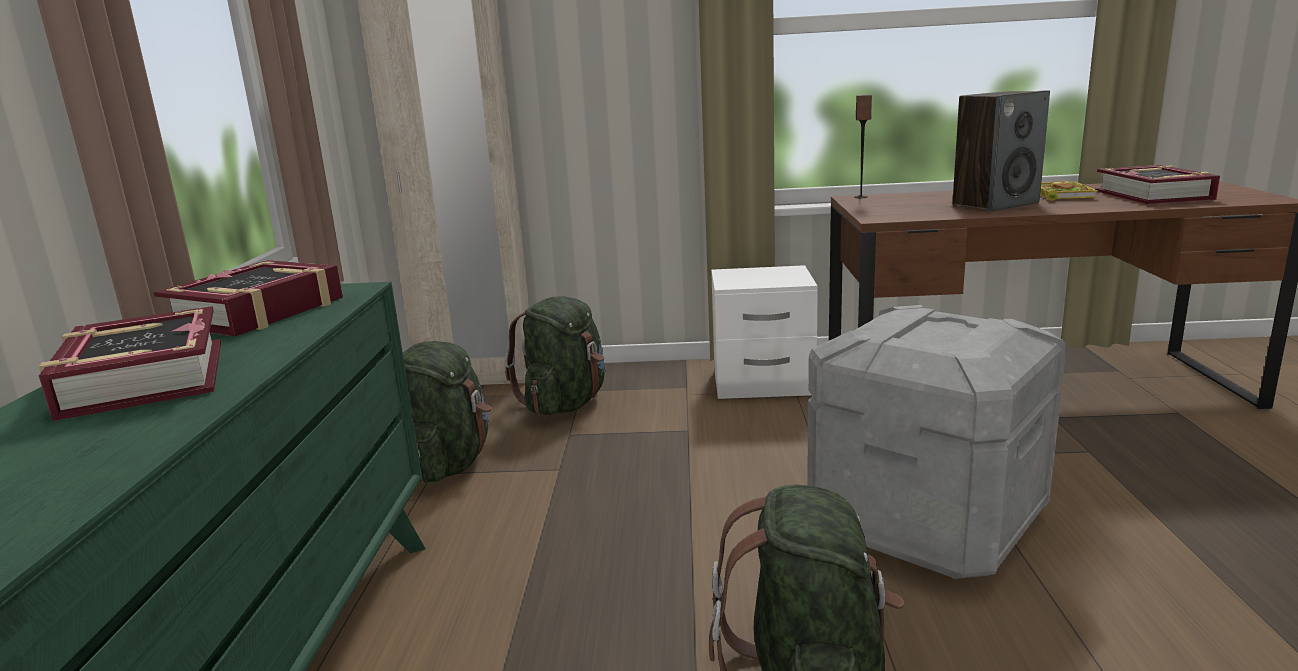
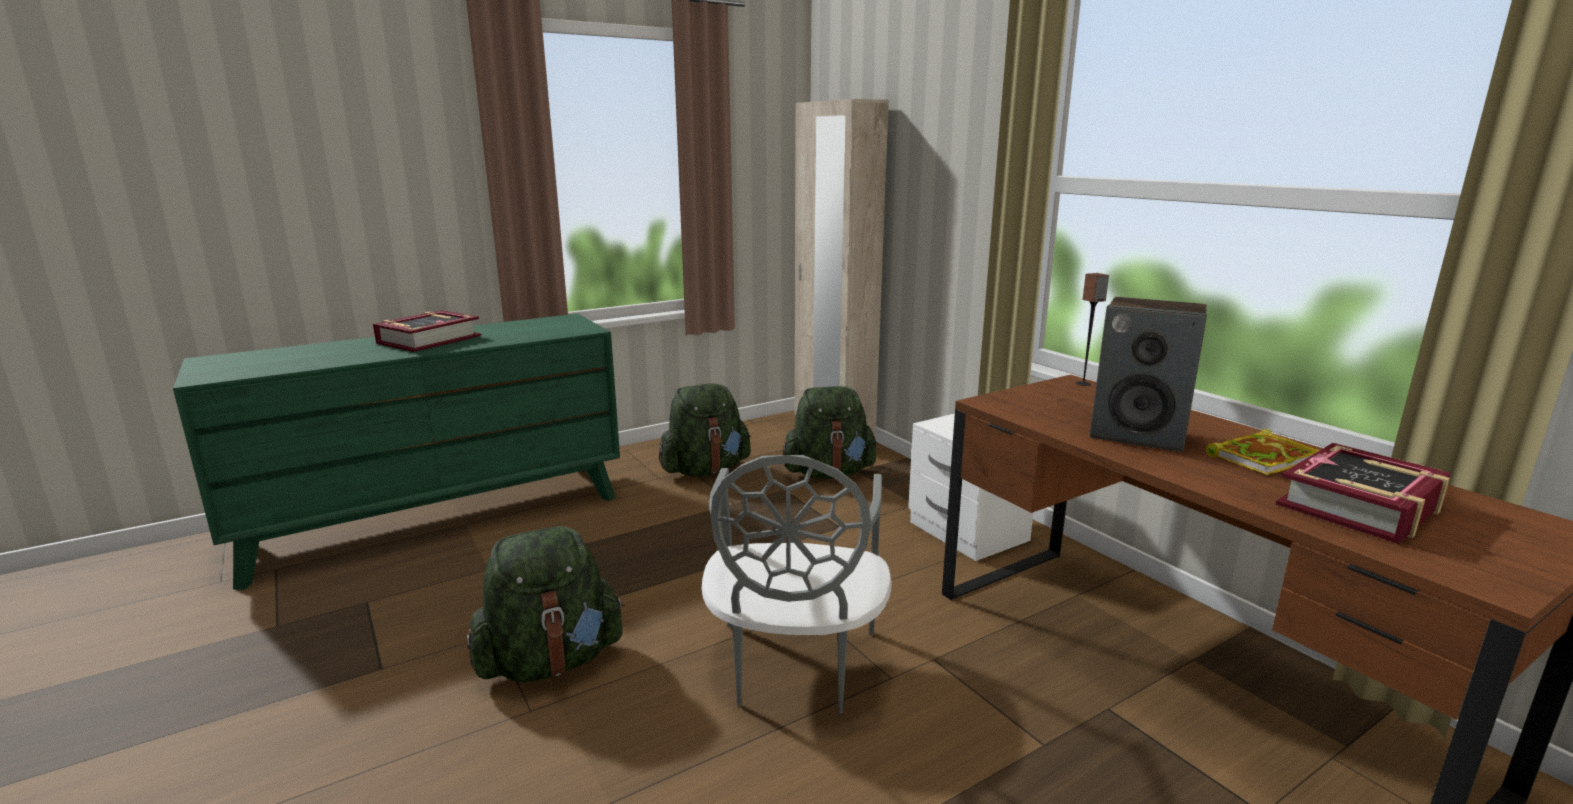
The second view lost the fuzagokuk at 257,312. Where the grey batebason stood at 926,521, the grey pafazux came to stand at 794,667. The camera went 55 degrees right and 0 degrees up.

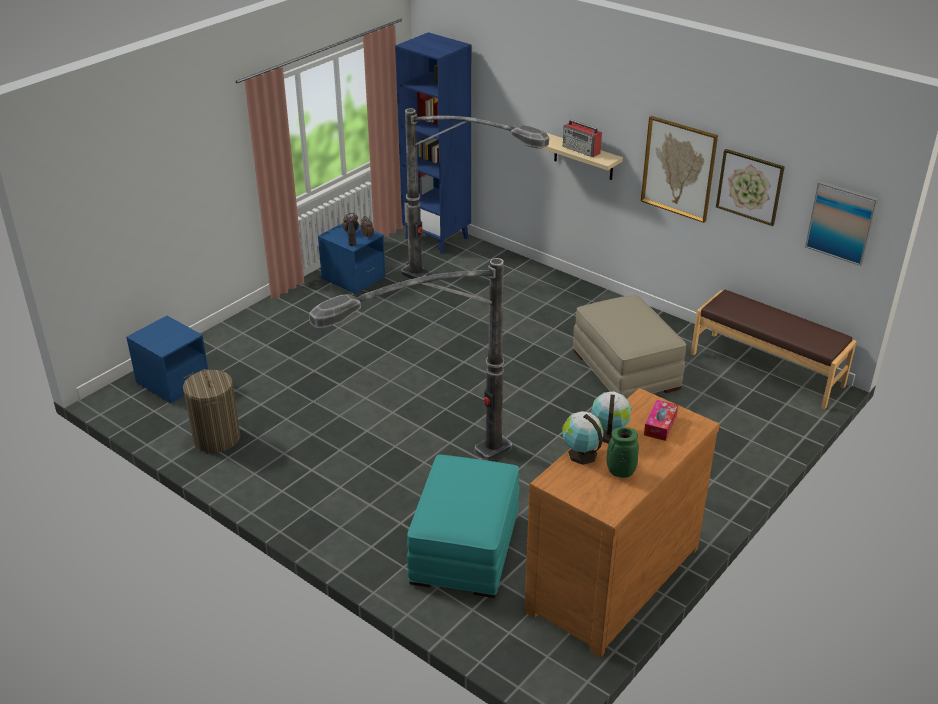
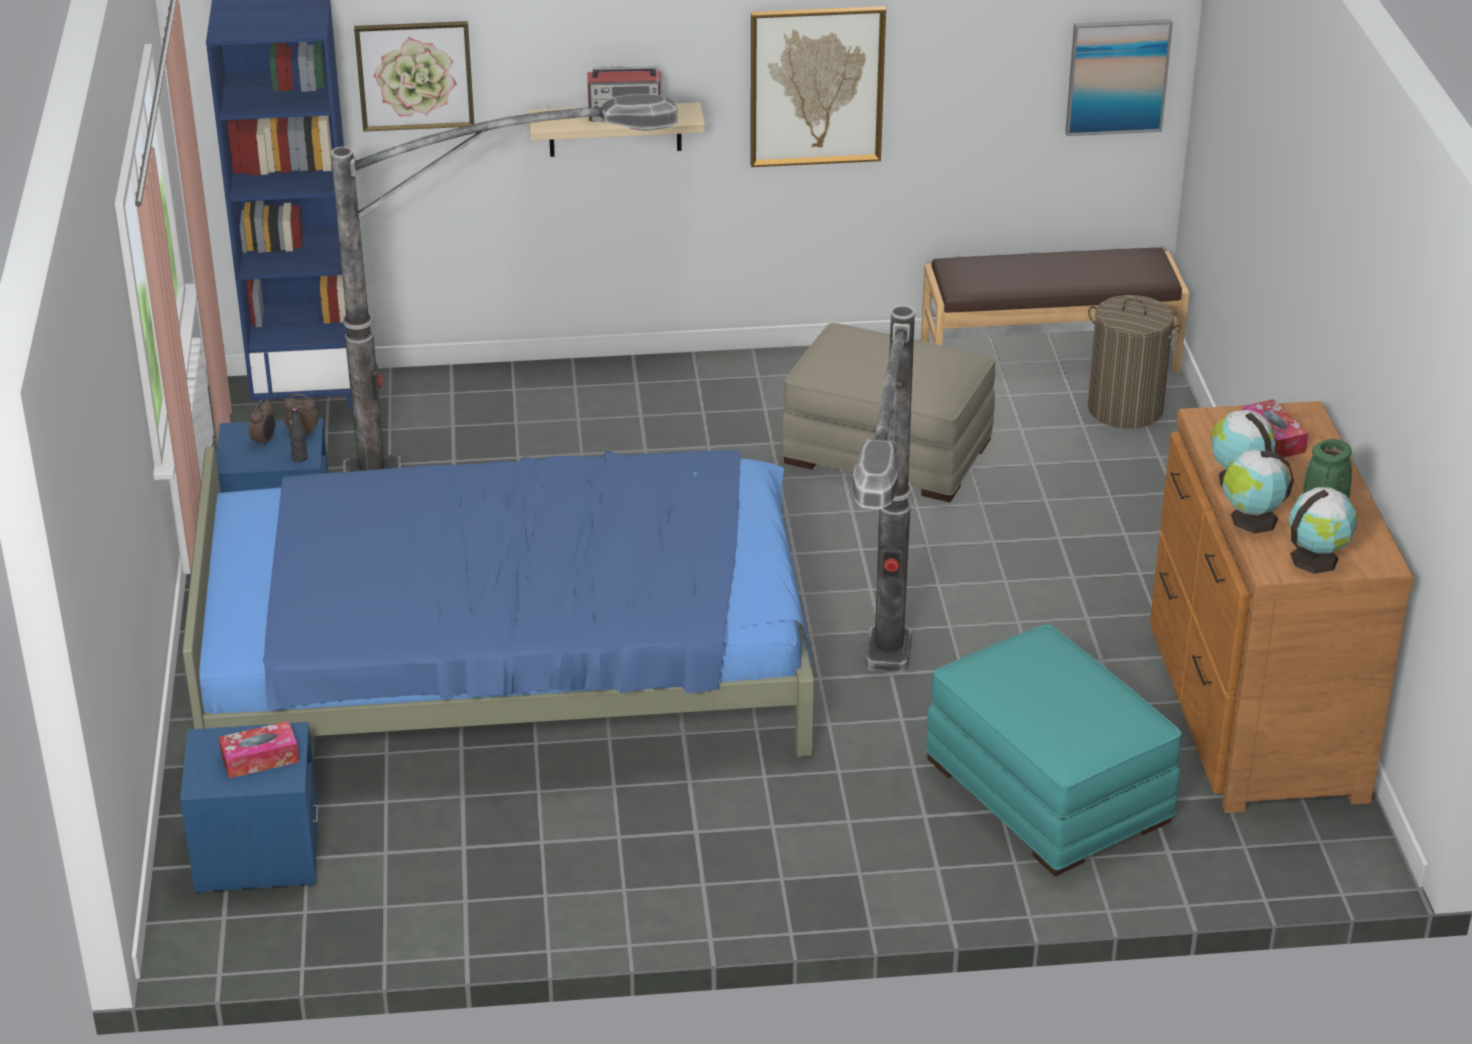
The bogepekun ended up elsewhere, having gone from 217,438 to 1125,409. The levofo ended up elsewhere, having gone from 750,186 to 415,75. The second view gained the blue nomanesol at 511,667. The second view gained the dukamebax at 260,758. The second view gained the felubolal at 1316,558. The camera went 45 degrees left and 0 degrees up.

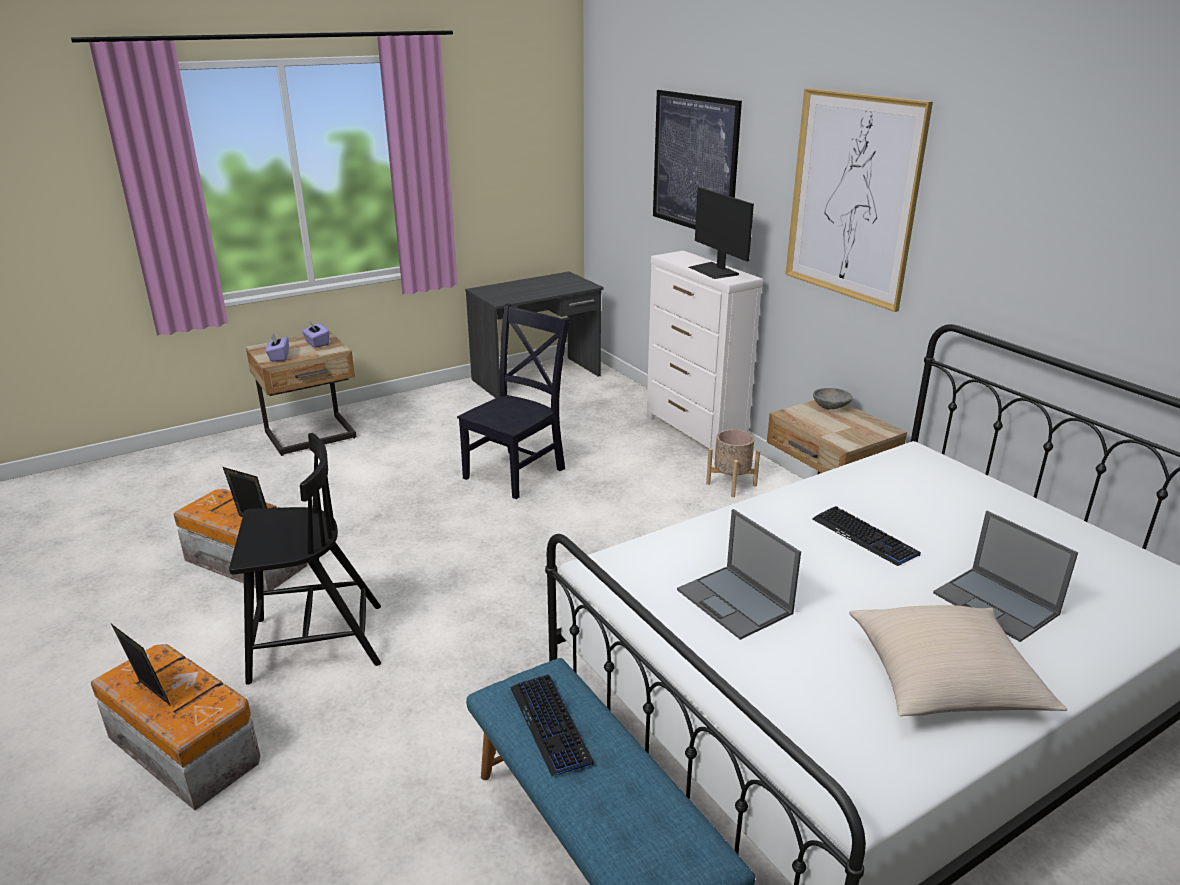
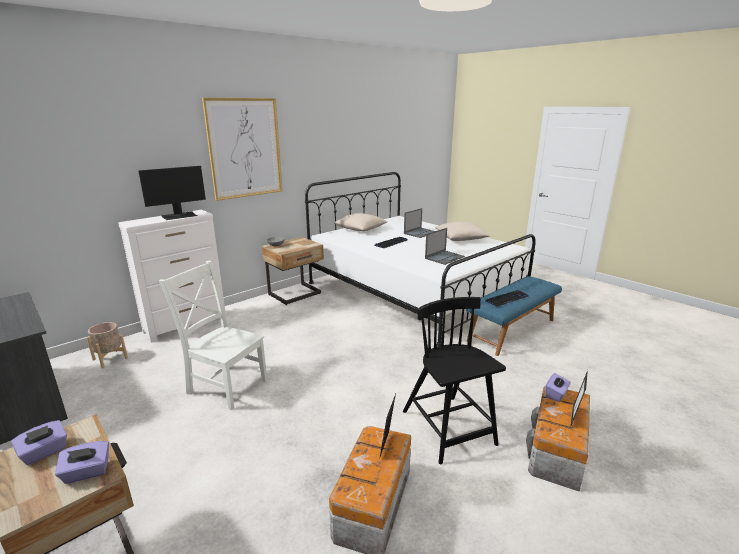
What was the black pafazux at 517,472 turned into the white pafazux at 225,385. The second view lost the levofo at 694,163. The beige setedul ended up elsewhere, having gone from 731,484 to 110,359. The second view gained the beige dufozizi at 360,229. The second view gained the purple dukamebax at 556,394. The camera went 100 degrees left and 5 degrees down.

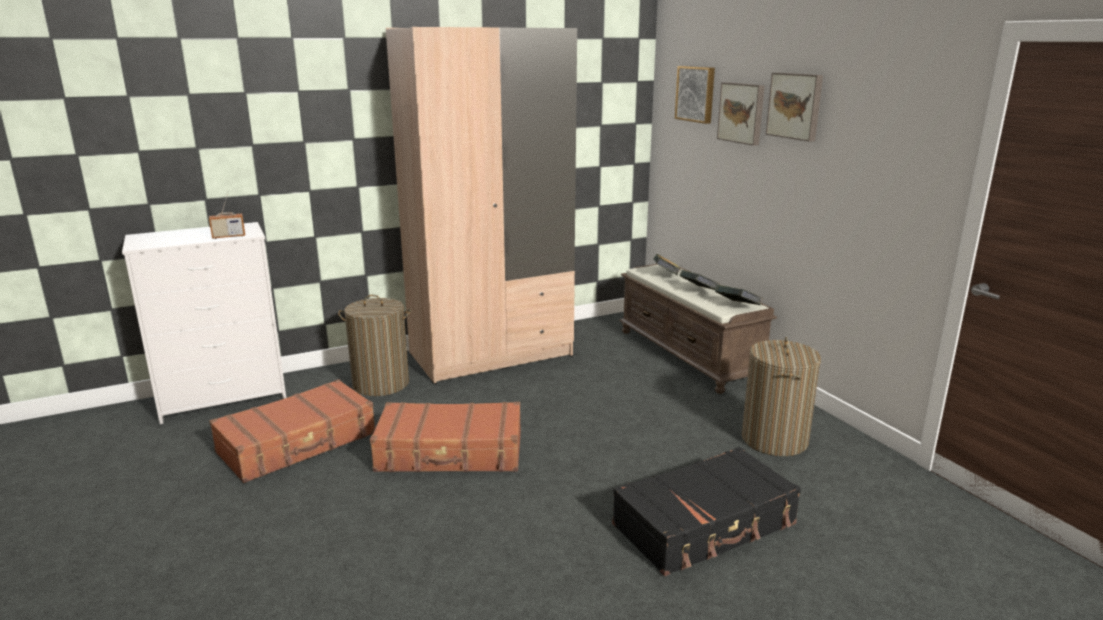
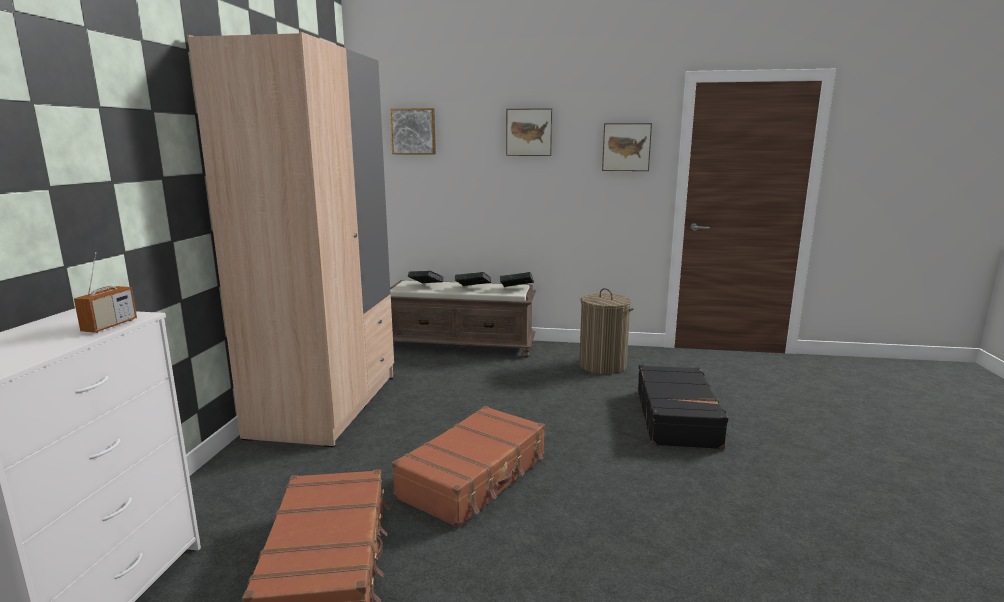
The second view lost the bogepekun at 381,384. The levofo ended up elsewhere, having gone from 742,113 to 626,147. The camera went 55 degrees left and 5 degrees down.

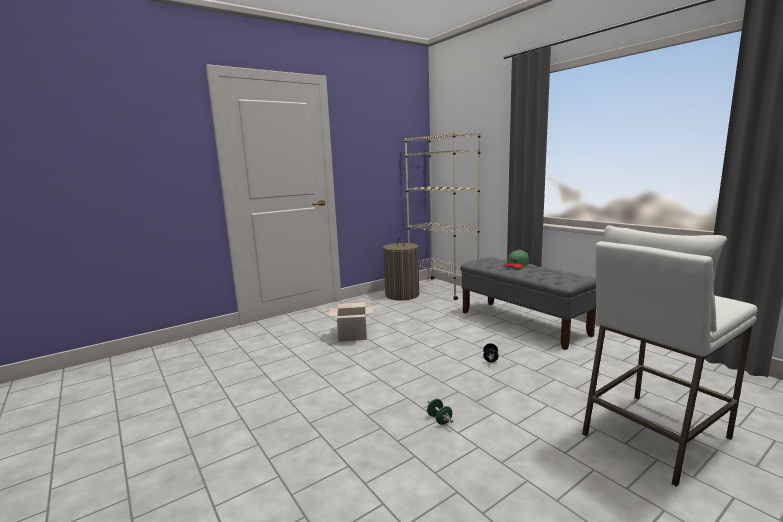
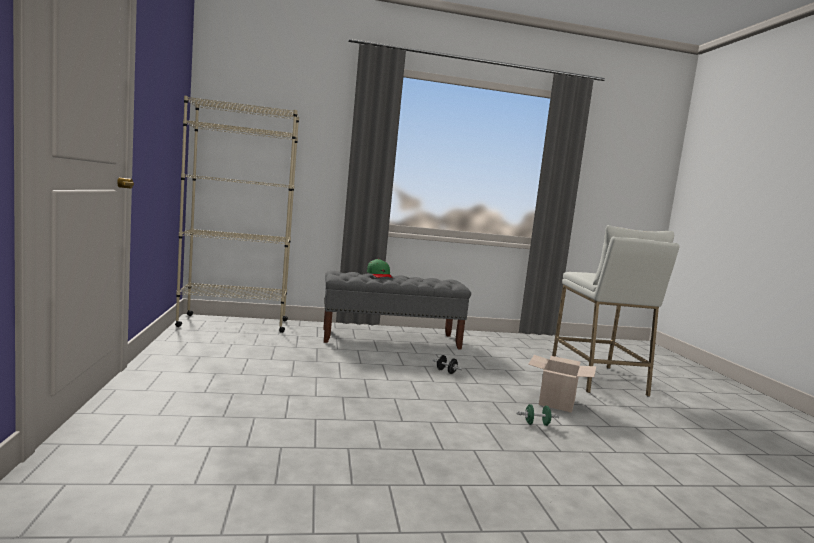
The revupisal ended up elsewhere, having gone from 353,335 to 556,401. The second view lost the bogepekun at 402,295. The camera went 65 degrees left and 5 degrees down.

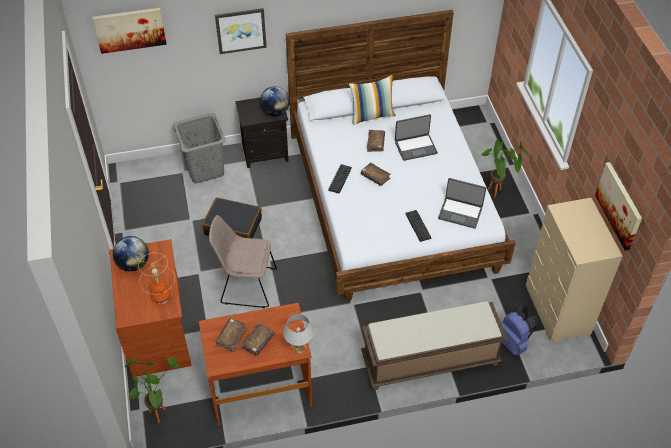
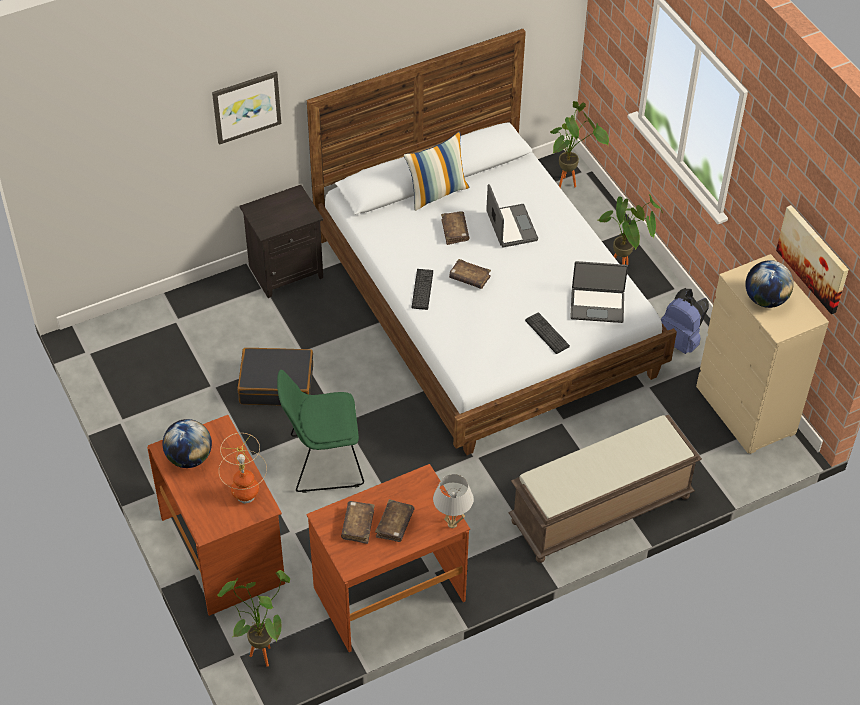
The second view lost the levofo at 130,29. The second view lost the grey bogepekun at 205,169. What was the beige pafazux at 246,285 turned into the green pafazux at 323,461. The felubolal ended up elsewhere, having gone from 275,112 to 765,299. The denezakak at 415,147 ended up facing another way, 75 degrees counterclockwise from before. The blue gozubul ended up elsewhere, having gone from 513,342 to 680,340. The second view gained the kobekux at 570,182. The camera went 15 degrees left and 0 degrees up.

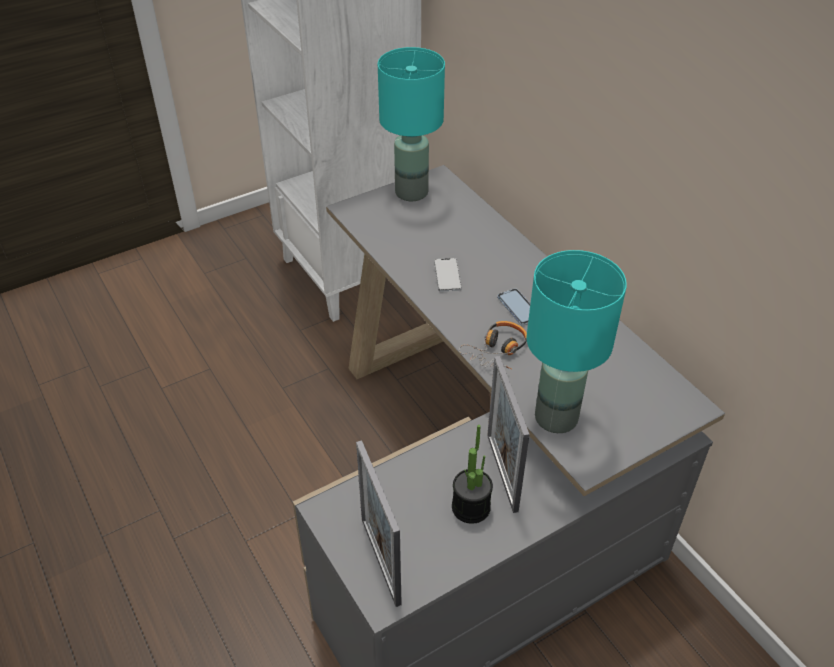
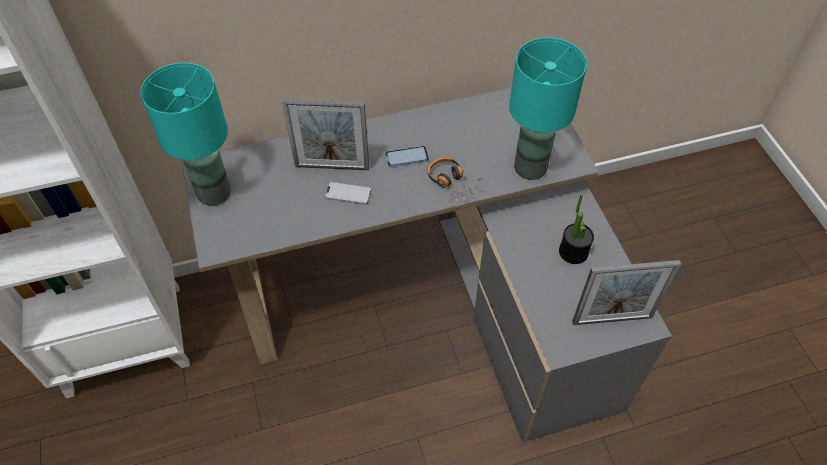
The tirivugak ended up elsewhere, having gone from 502,472 to 332,167. The camera went 75 degrees left and 10 degrees up.

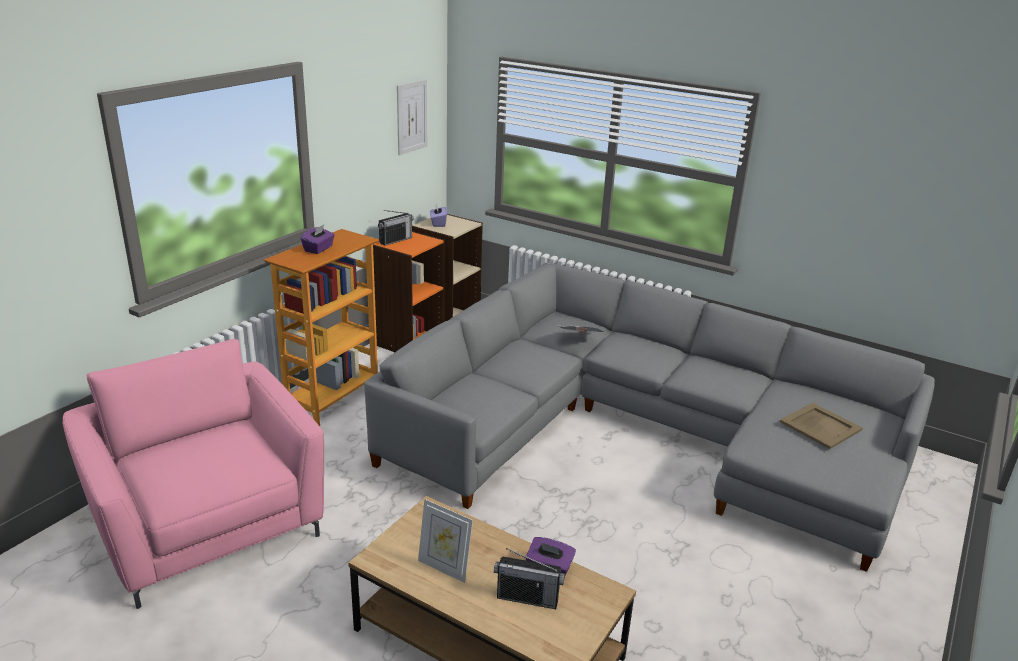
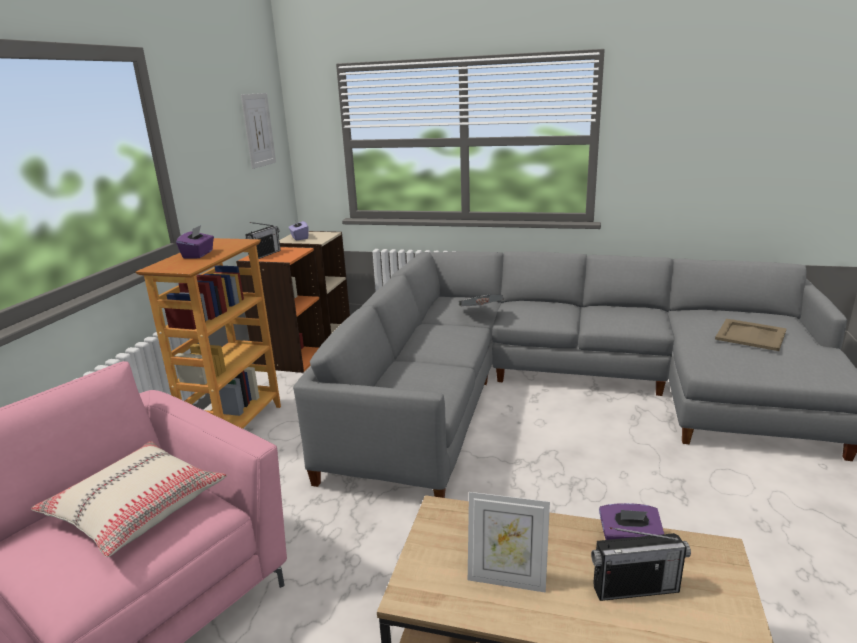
The second view gained the beige dufozizi at 137,508. The camera went 15 degrees left and 5 degrees down.

